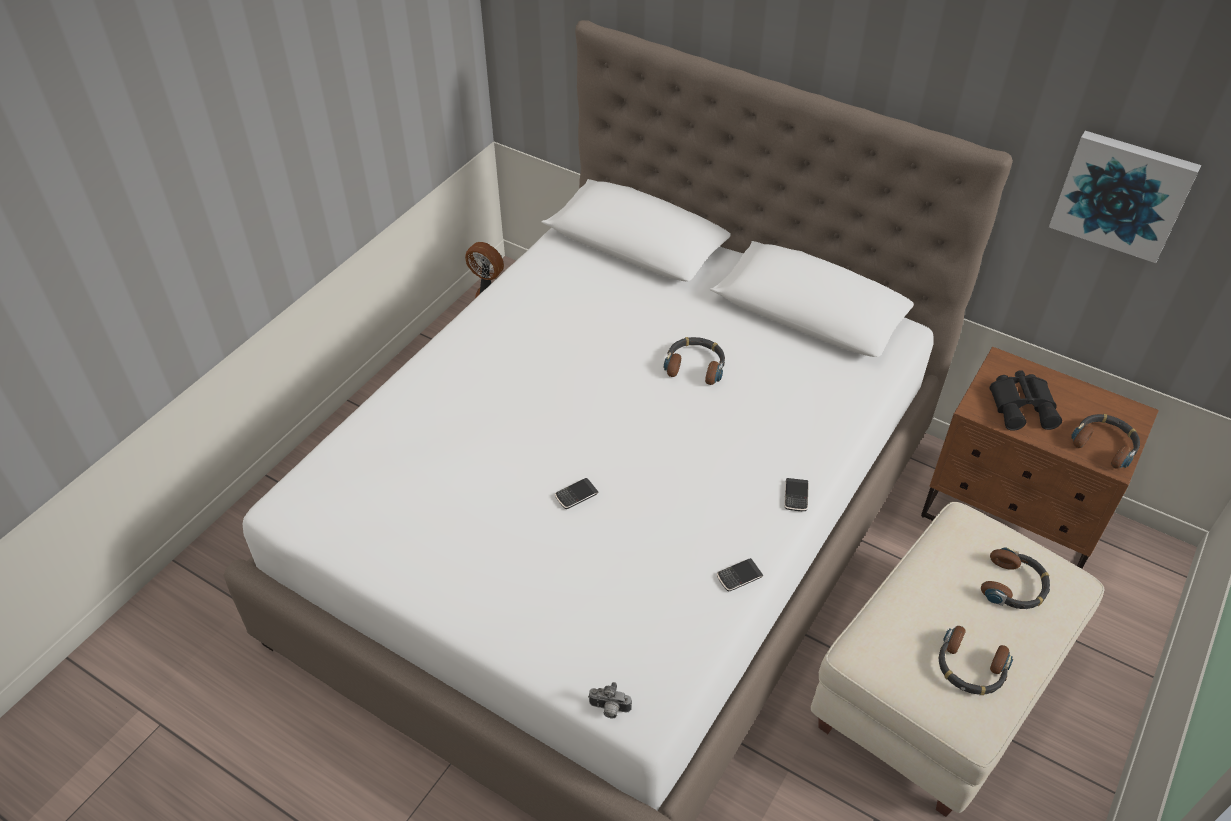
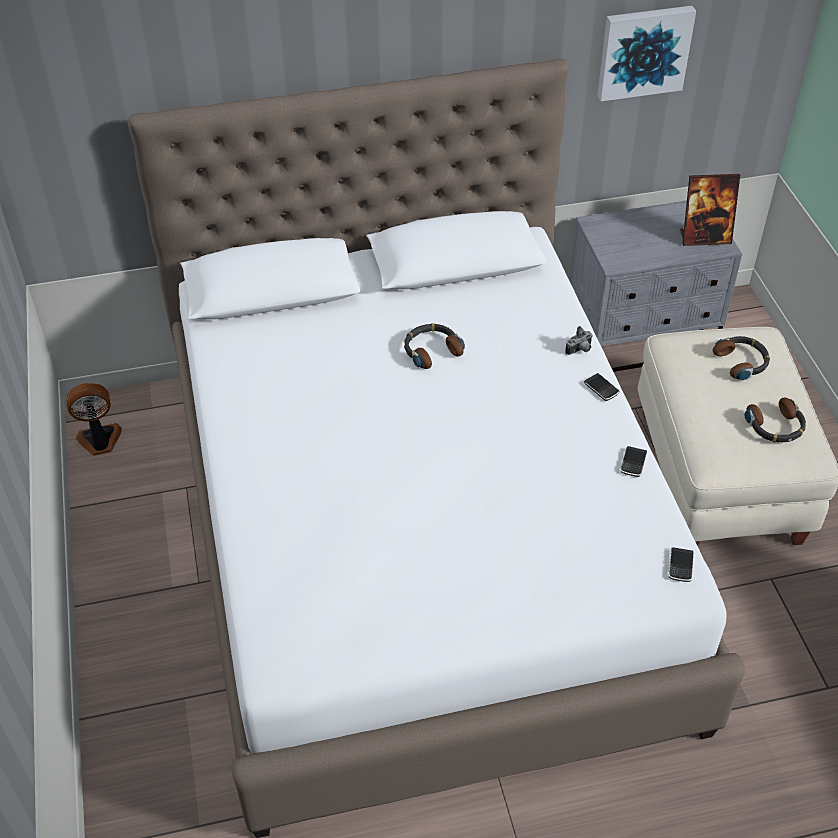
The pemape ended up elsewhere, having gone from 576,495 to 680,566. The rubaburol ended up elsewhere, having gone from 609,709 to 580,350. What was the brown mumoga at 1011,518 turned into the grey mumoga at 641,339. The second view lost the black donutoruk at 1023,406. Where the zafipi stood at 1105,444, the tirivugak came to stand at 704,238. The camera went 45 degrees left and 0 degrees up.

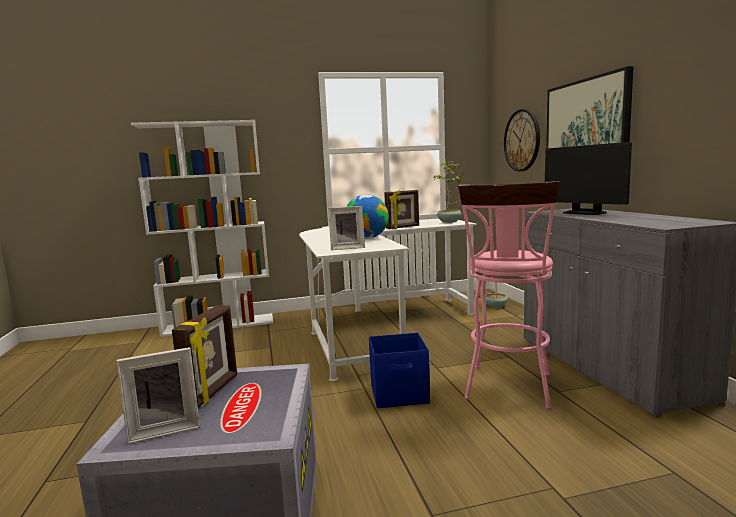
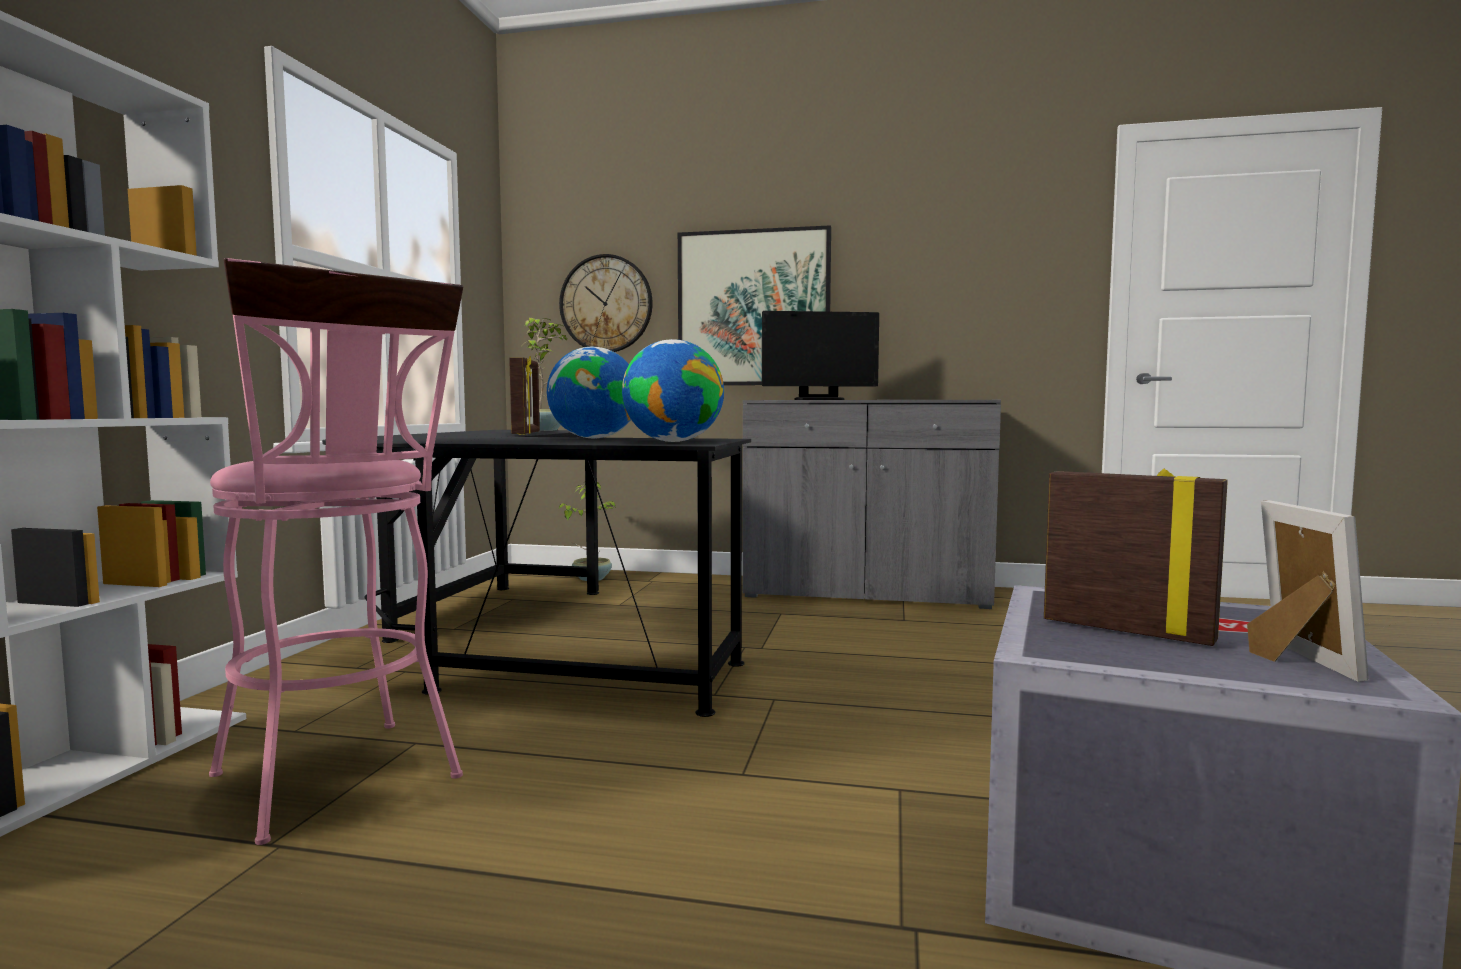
What was the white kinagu at 379,327 turned into the black kinagu at 523,644. Where the tirivugak stood at 347,248, the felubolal came to stand at 673,441. The second view lost the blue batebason at 400,394. The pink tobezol ended up elsewhere, having gone from 508,390 to 344,782. The camera went 65 degrees left and 5 degrees down.

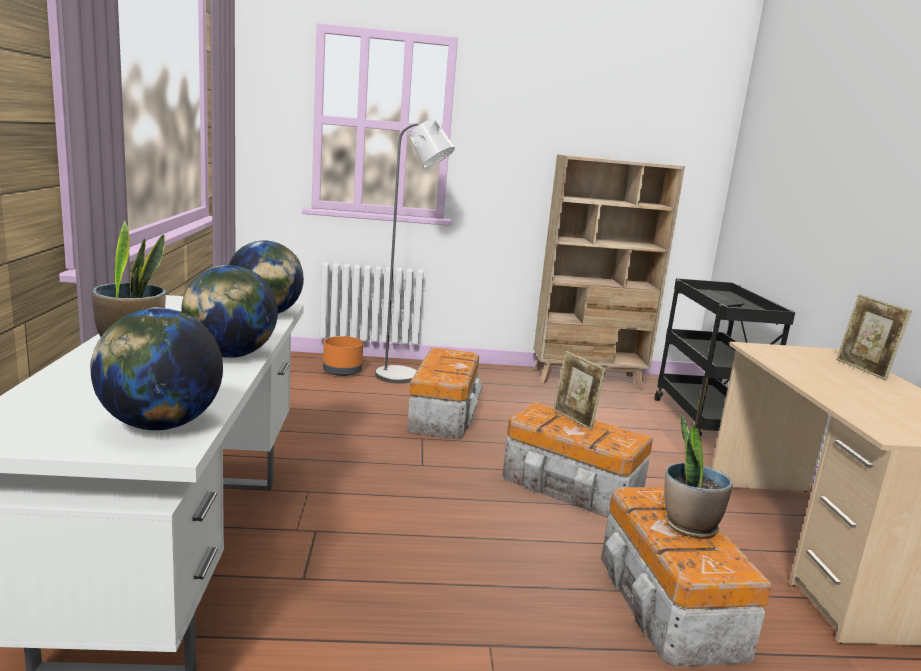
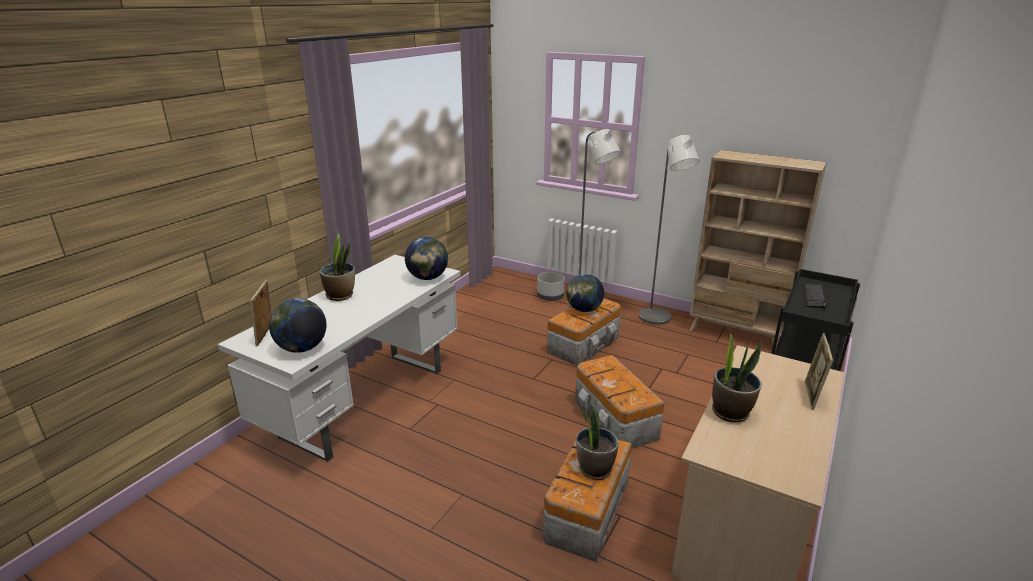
The felubolal ended up elsewhere, having gone from 230,355 to 584,310. What was the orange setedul at 342,371 turned into the grey setedul at 550,297. The tirivugak ended up elsewhere, having gone from 574,419 to 266,335. The second view gained the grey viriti at 657,320. The second view gained the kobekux at 730,412. The camera went 35 degrees right and 10 degrees up.

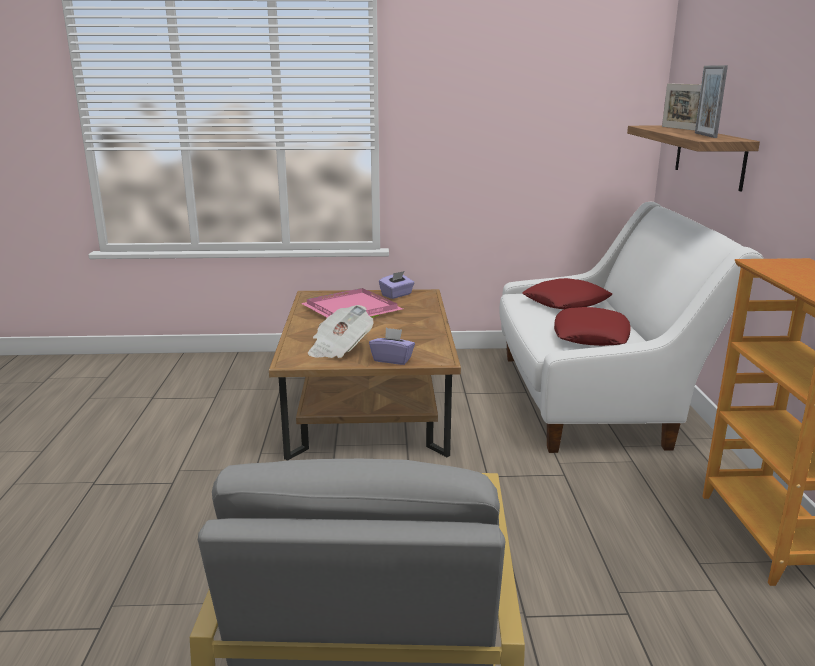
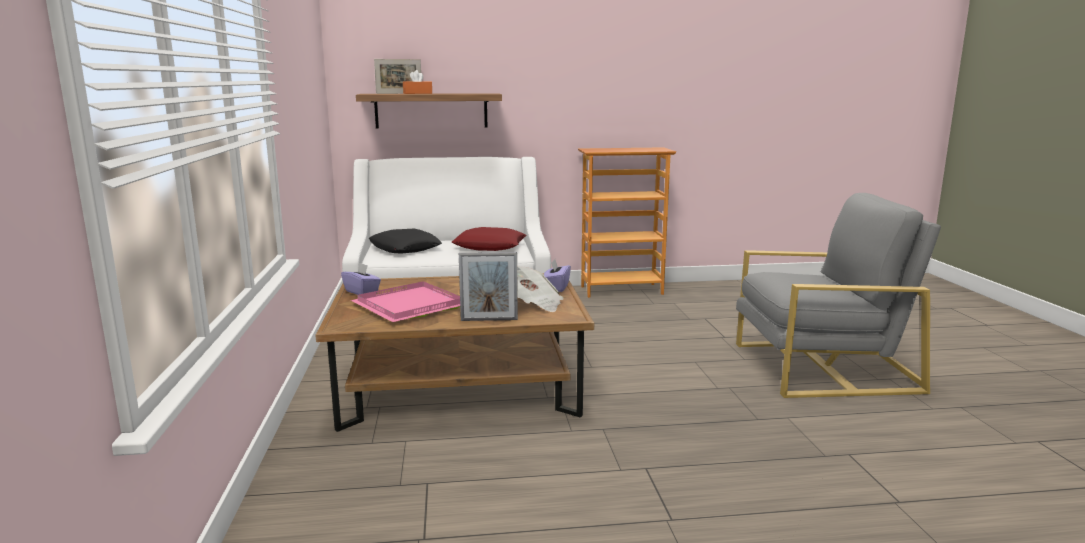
What was the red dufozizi at 566,302 turned into the black dufozizi at 405,248. The tirivugak ended up elsewhere, having gone from 705,135 to 489,320. The second view gained the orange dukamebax at 417,93. The camera went 95 degrees left and 5 degrees down.

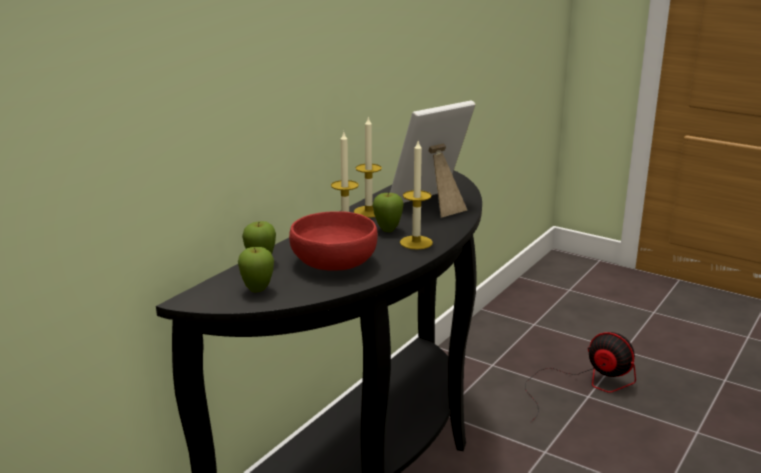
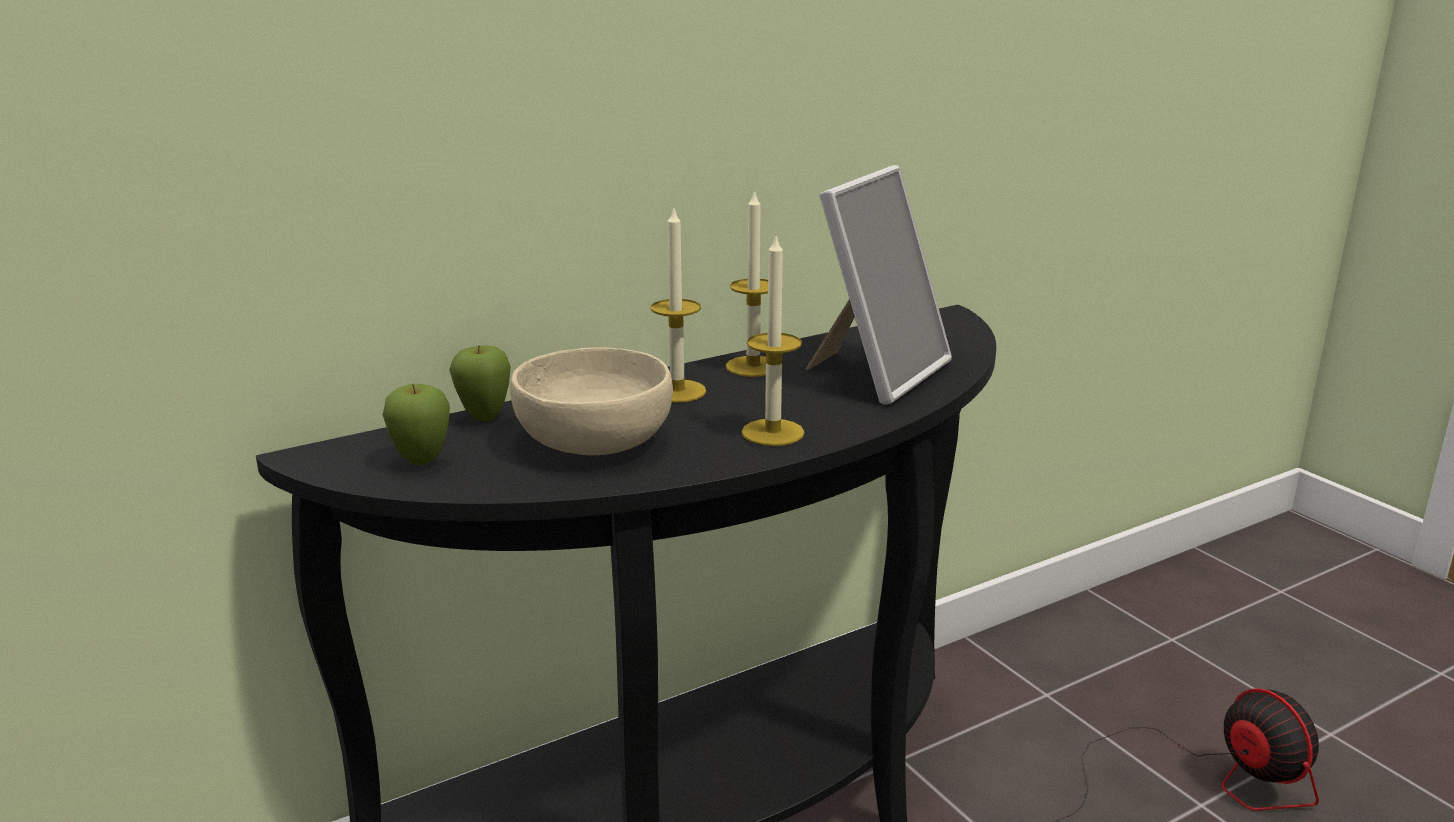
What was the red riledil at 335,263 turned into the beige riledil at 595,442. The second view lost the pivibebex at 388,230. The tirivugak at 432,205 ended up facing another way, 135 degrees clockwise from before. The camera went 25 degrees right and 0 degrees up.

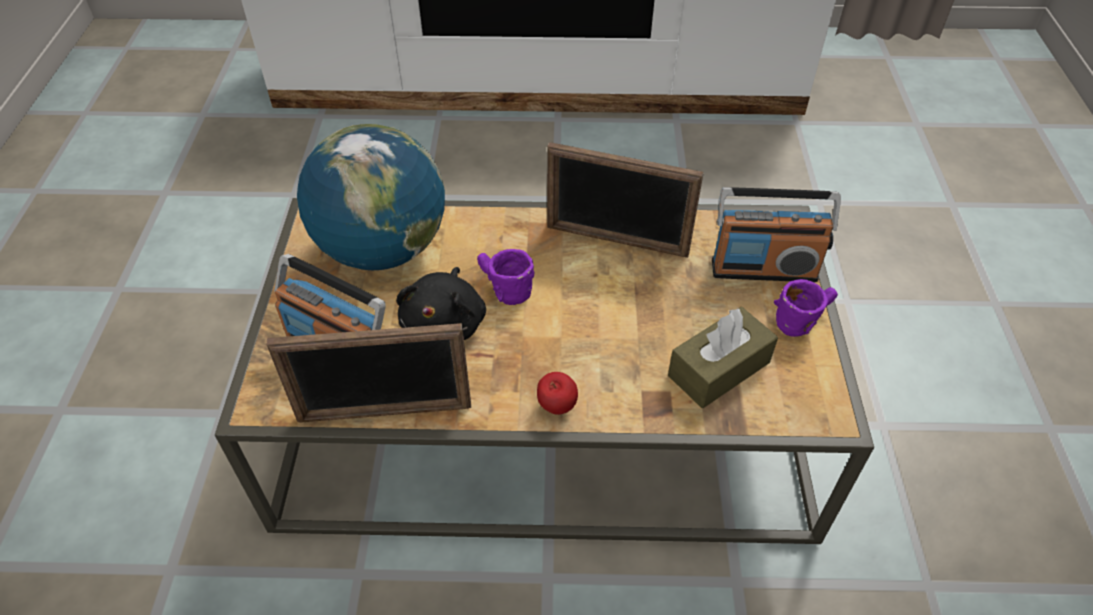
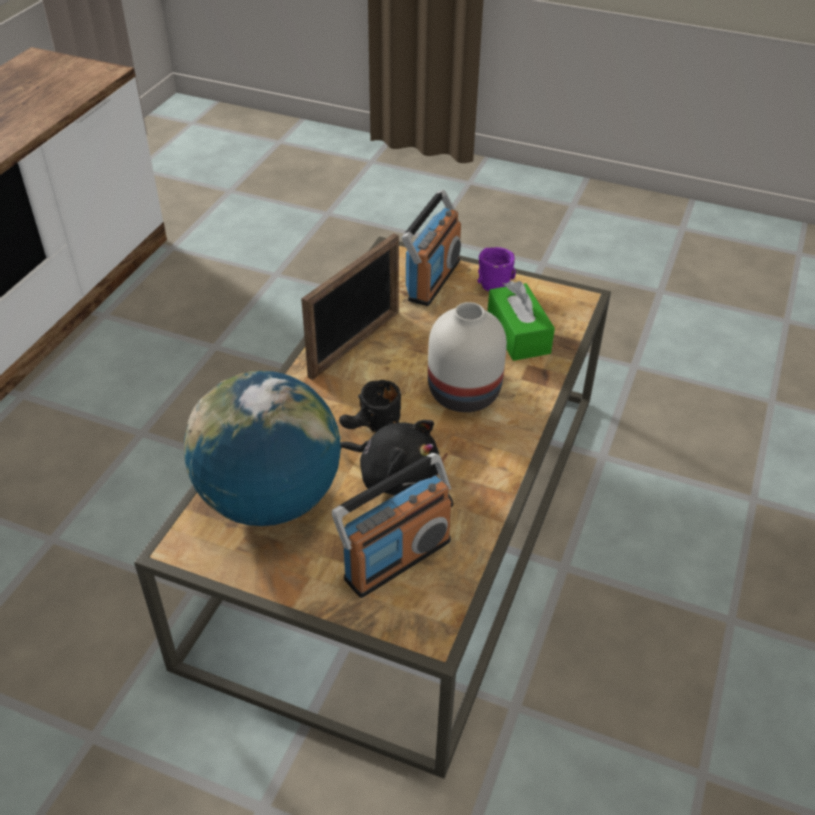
The second view lost the tirivugak at 385,413. What was the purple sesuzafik at 501,288 turned into the black sesuzafik at 371,428. The second view lost the pivibebex at 556,407. What was the brown dukamebax at 719,369 turned into the green dukamebax at 518,334. The second view gained the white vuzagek at 464,391. The camera went 70 degrees left and 5 degrees down.

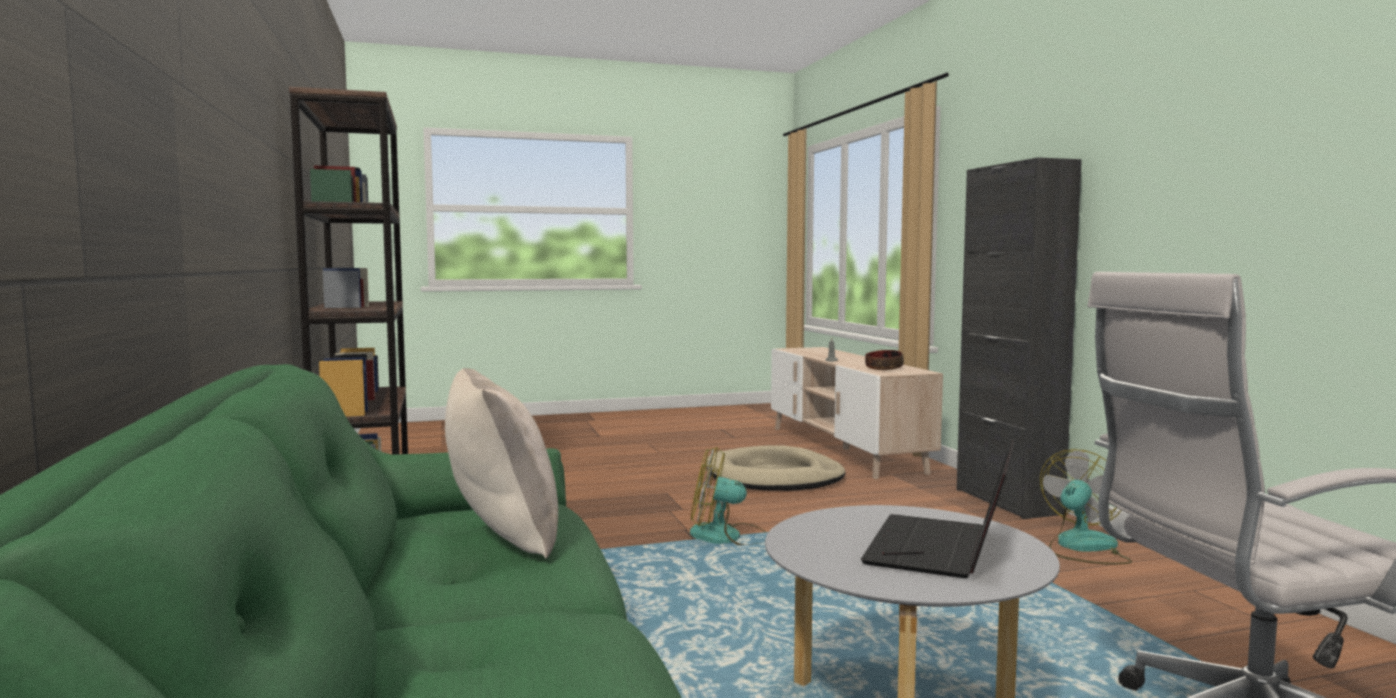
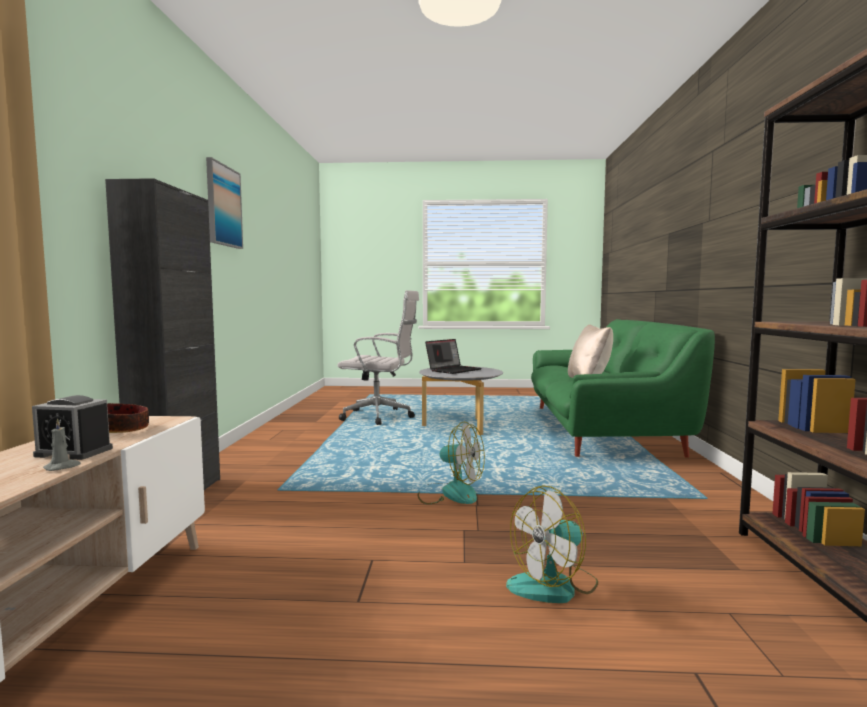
The second view lost the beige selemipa at 774,477. The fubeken ended up elsewhere, having gone from 1082,548 to 554,585. The second view gained the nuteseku at 74,452. The second view gained the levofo at 223,206. The camera went 160 degrees left and 0 degrees up.

